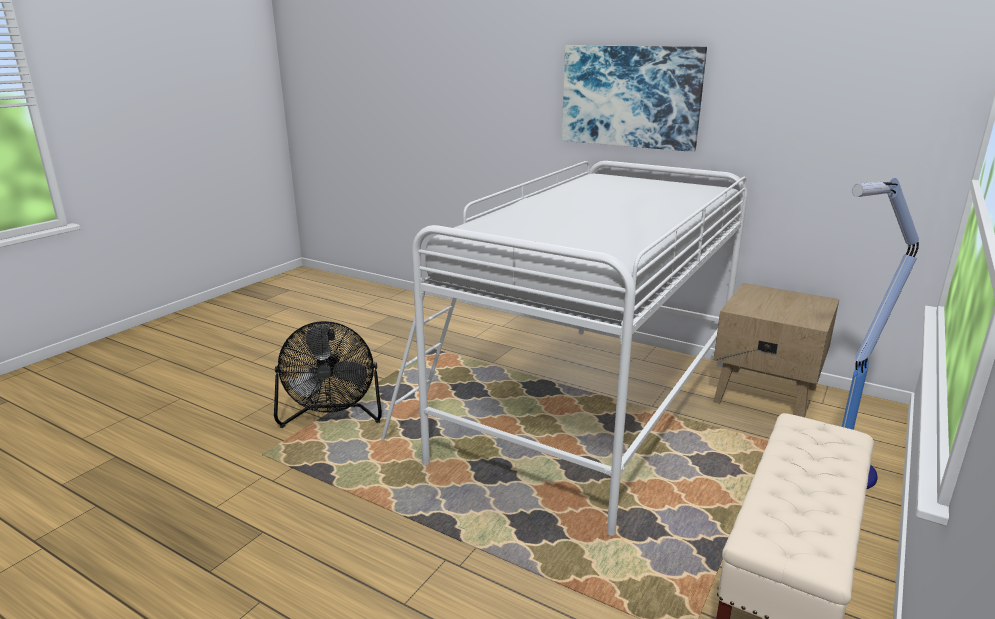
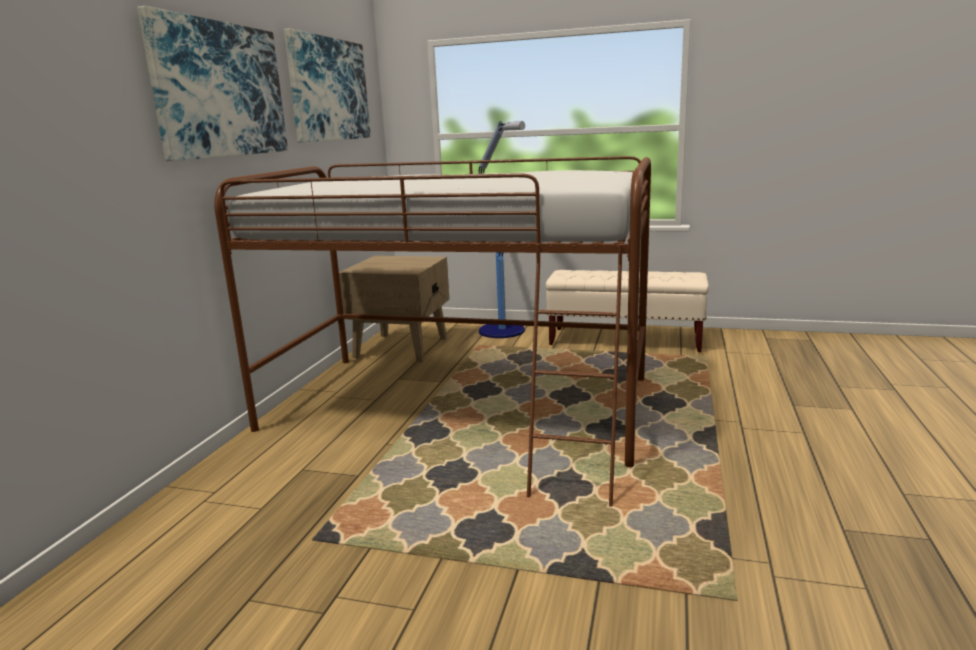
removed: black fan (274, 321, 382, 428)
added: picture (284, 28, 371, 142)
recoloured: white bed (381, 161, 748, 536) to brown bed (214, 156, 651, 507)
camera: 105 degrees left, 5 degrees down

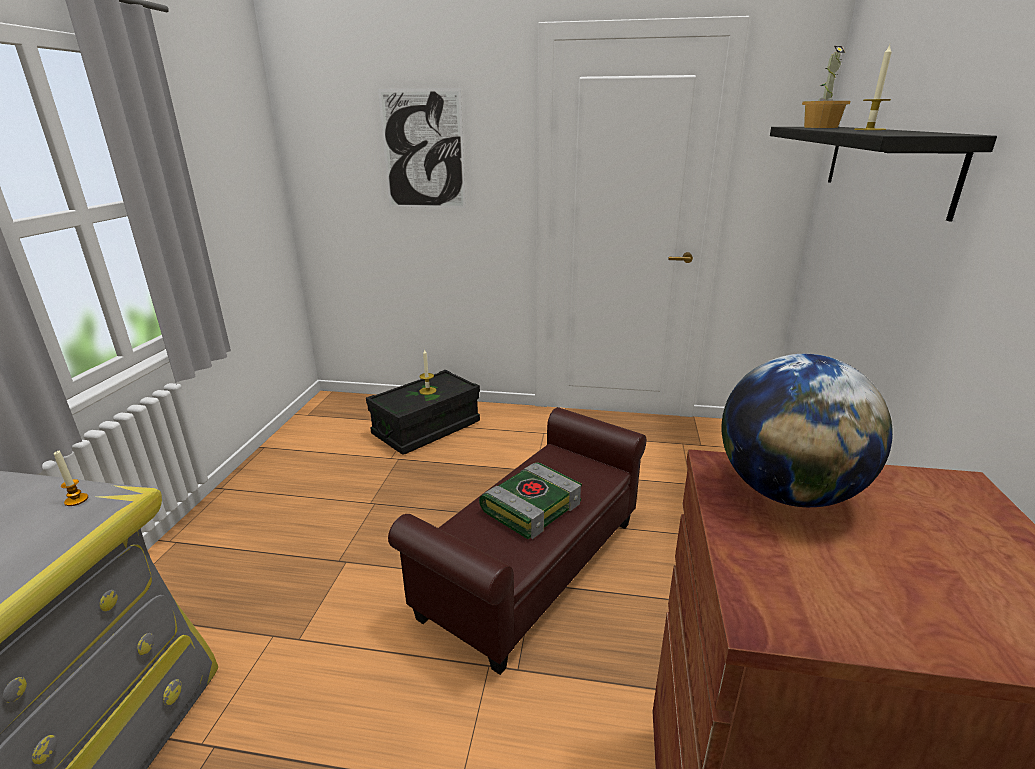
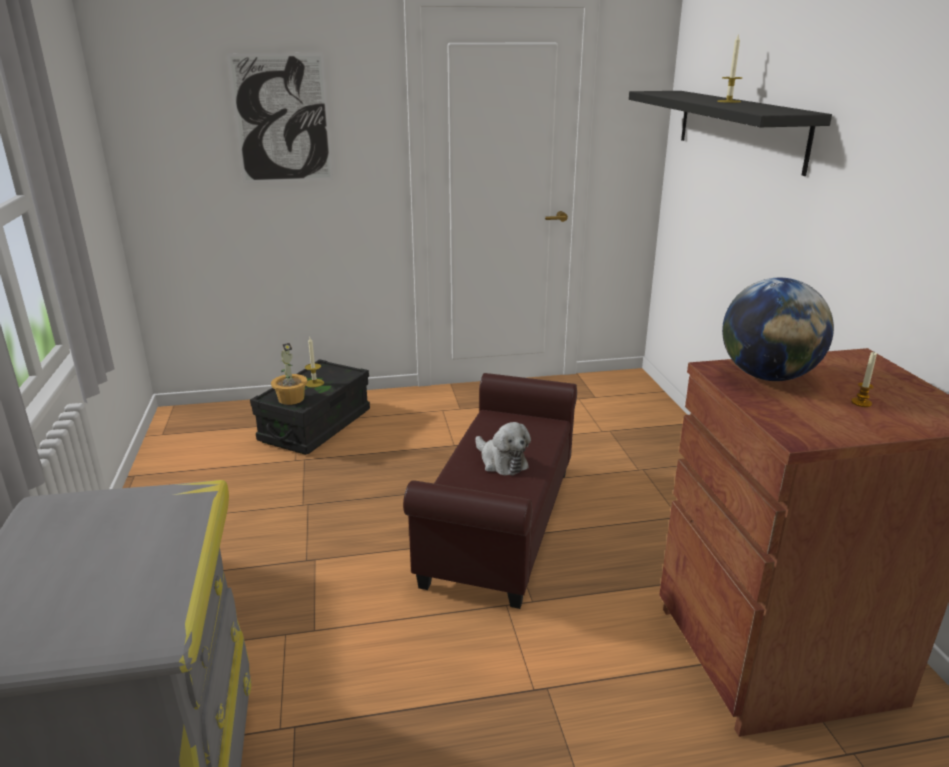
moved: candle (54, 451, 88, 506) to (851, 351, 877, 407); potted plant (802, 46, 850, 128) to (271, 343, 308, 405)
replaced: book (479, 462, 582, 539) to plush toy (475, 422, 531, 476)
camera: 20 degrees left, 0 degrees up

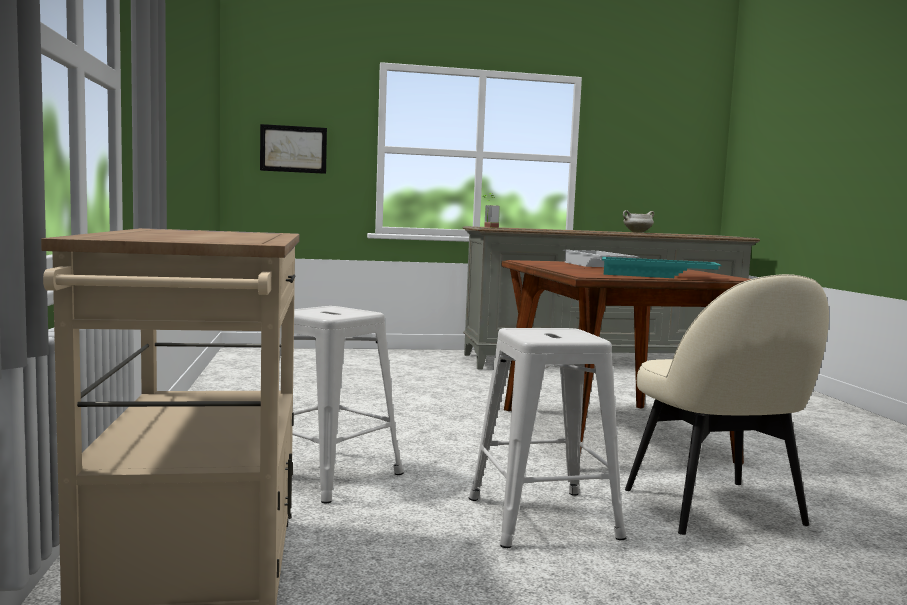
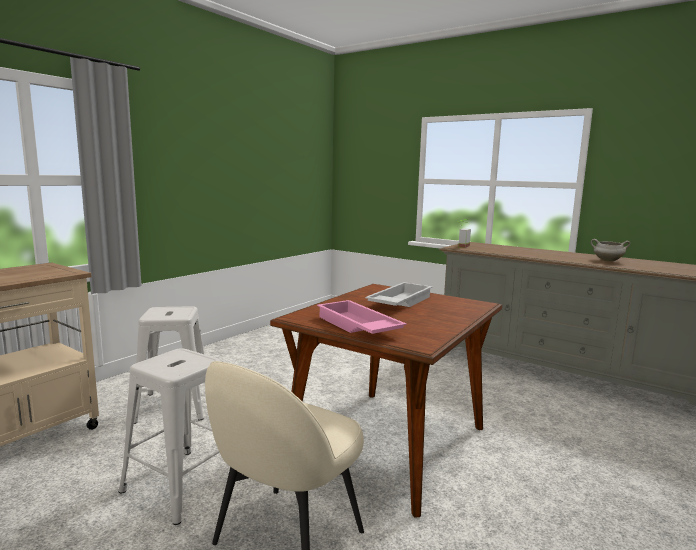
removed: picture (260, 124, 327, 174)
recoloured: turquoise tray (602, 257, 722, 278) to pink tray (317, 300, 407, 334)
camera: 45 degrees right, 5 degrees up

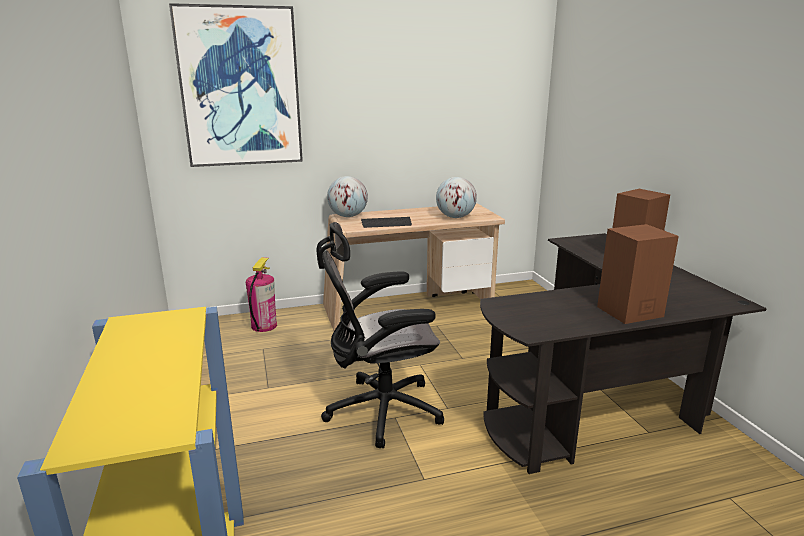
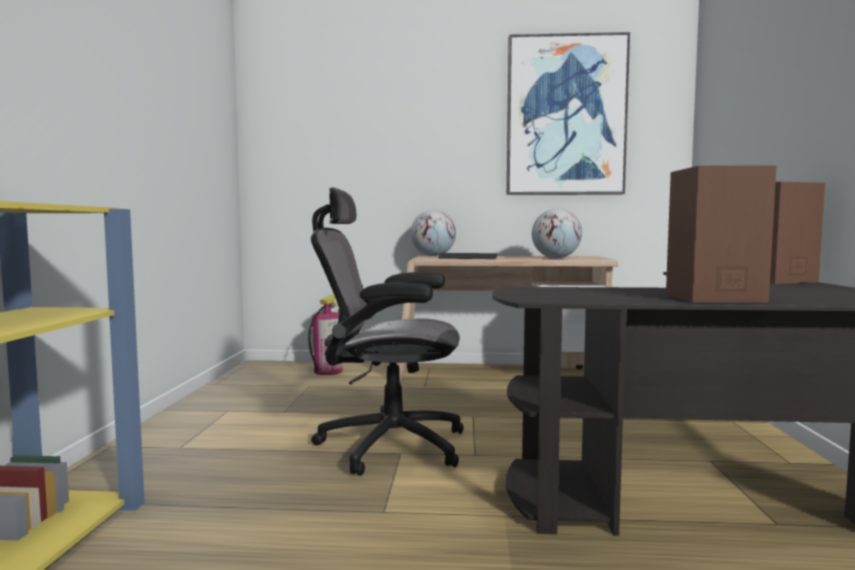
moved: picture (169, 3, 303, 167) to (507, 32, 630, 195)
camera: 20 degrees right, 15 degrees down

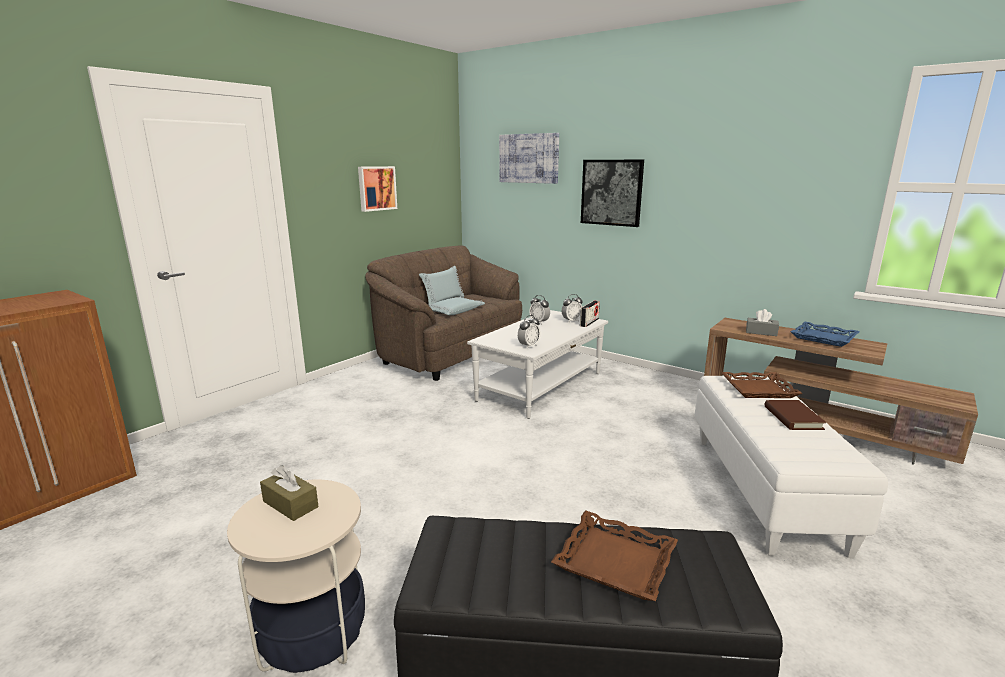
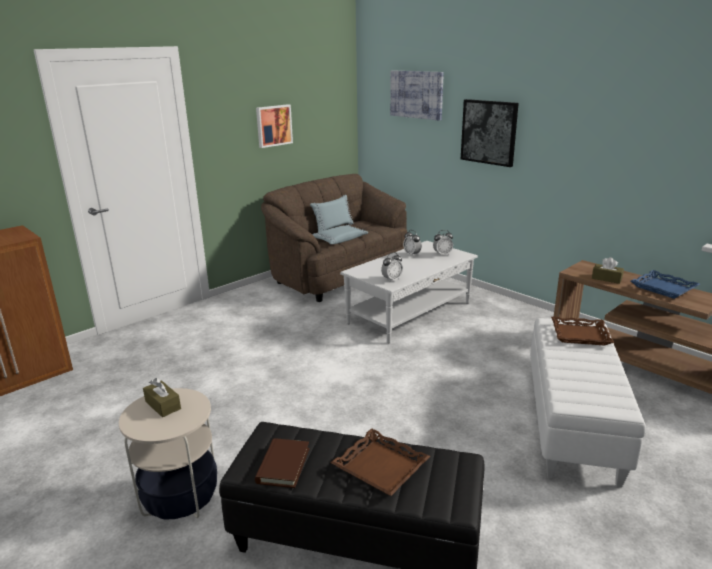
removed: radio (580, 300, 600, 327)
moved: brown book (765, 400, 826, 430) to (255, 438, 310, 488)
recoloured: grey tissue box (746, 309, 779, 336) to brown tissue box (592, 257, 624, 284)
camera: 10 degrees right, 5 degrees up

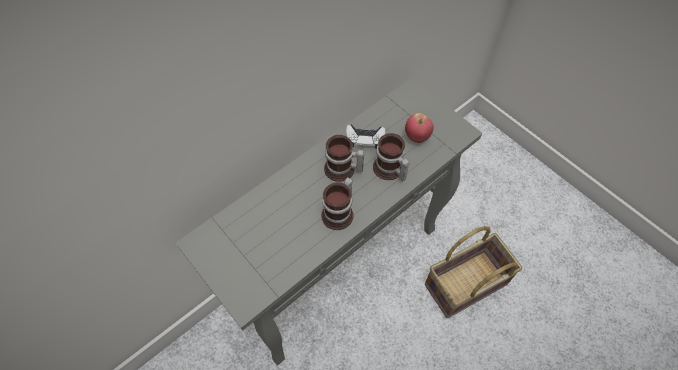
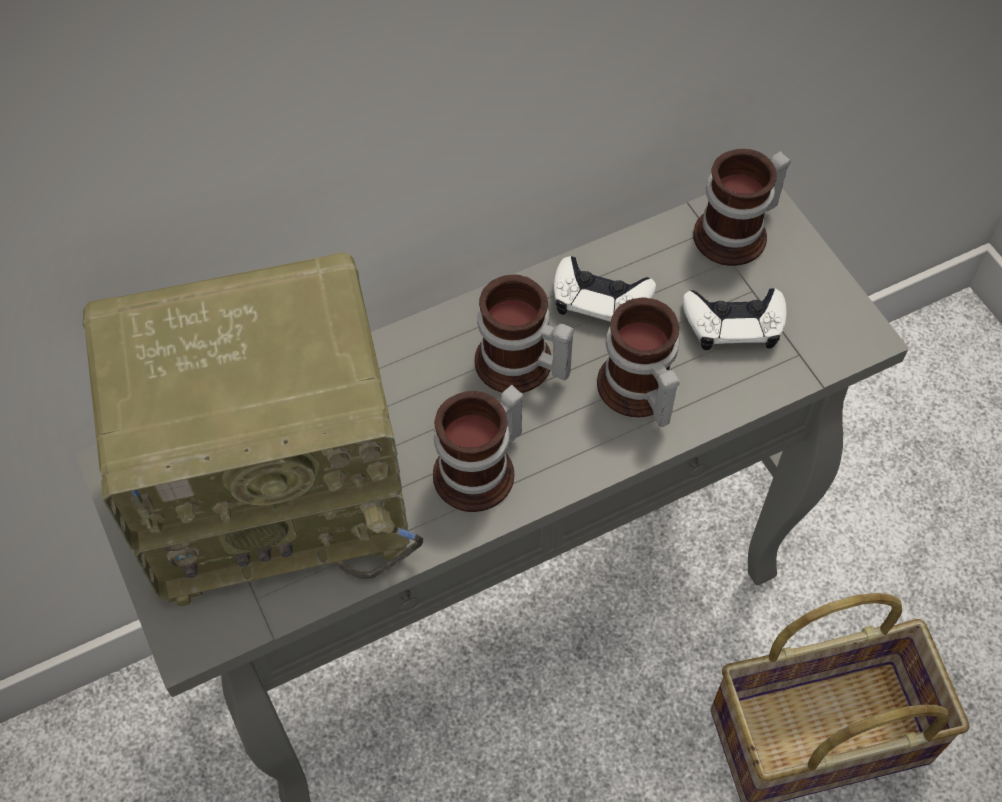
added: radio (82, 252, 423, 606); mug (693, 149, 791, 266)
replaced: apple (405, 113, 434, 143) to white game controller (683, 288, 787, 350)
camera: 15 degrees right, 0 degrees up

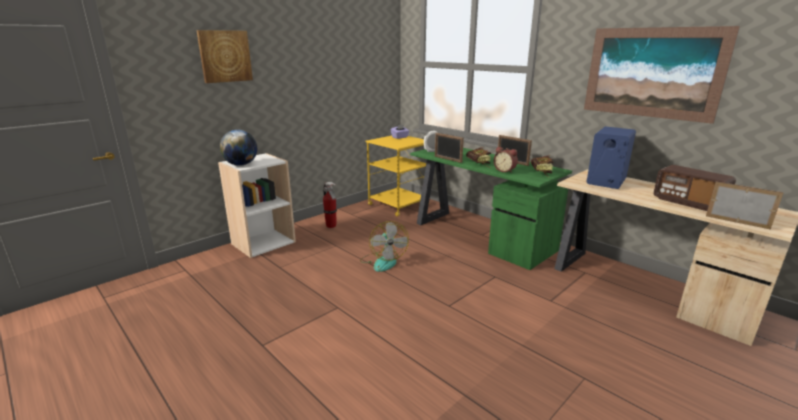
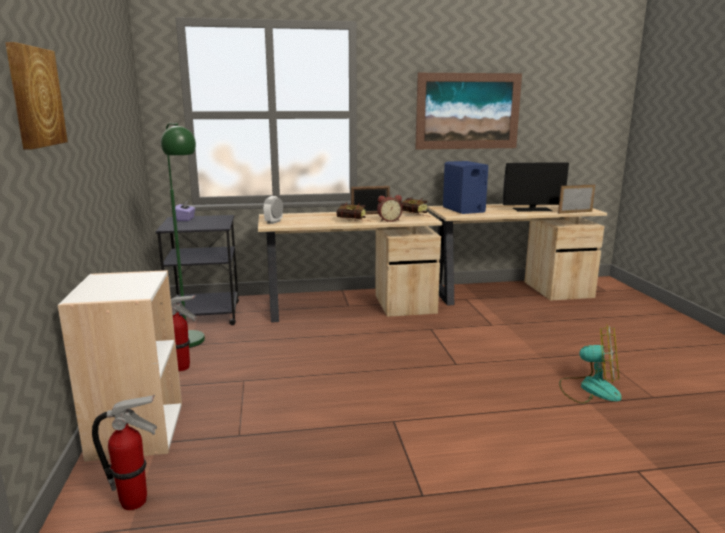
removed: globe (220, 130, 257, 166); picture frame (435, 133, 464, 163)
added: fire extinguisher (92, 395, 157, 510); green floor lamp (161, 123, 205, 348)
moved: fan (360, 221, 409, 272) to (559, 326, 622, 403)
replaced: radio (654, 165, 736, 211) to monitor (503, 163, 569, 212)
recoloured: yellow cart (365, 136, 426, 216) to black cart (155, 215, 239, 325); green desk (410, 148, 572, 270) to beige desk (258, 210, 442, 323)
camera: 55 degrees left, 5 degrees down

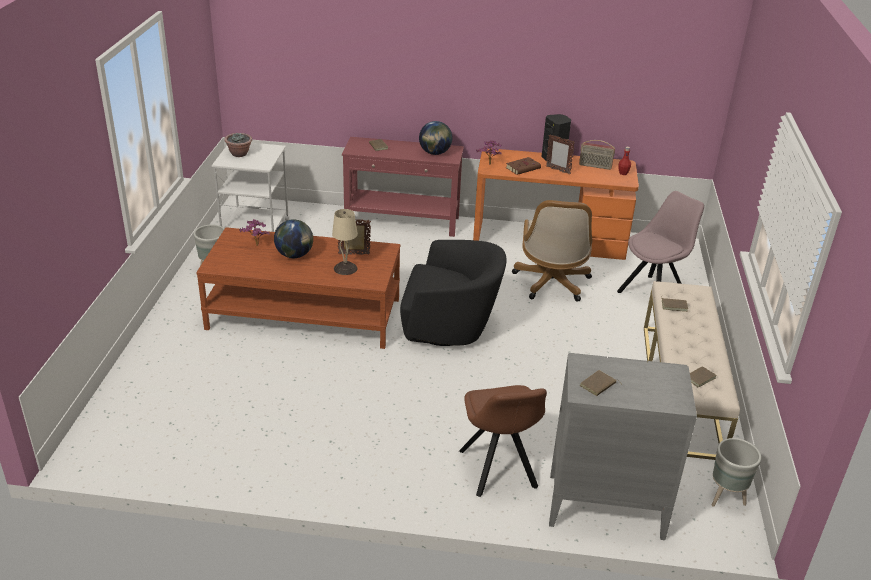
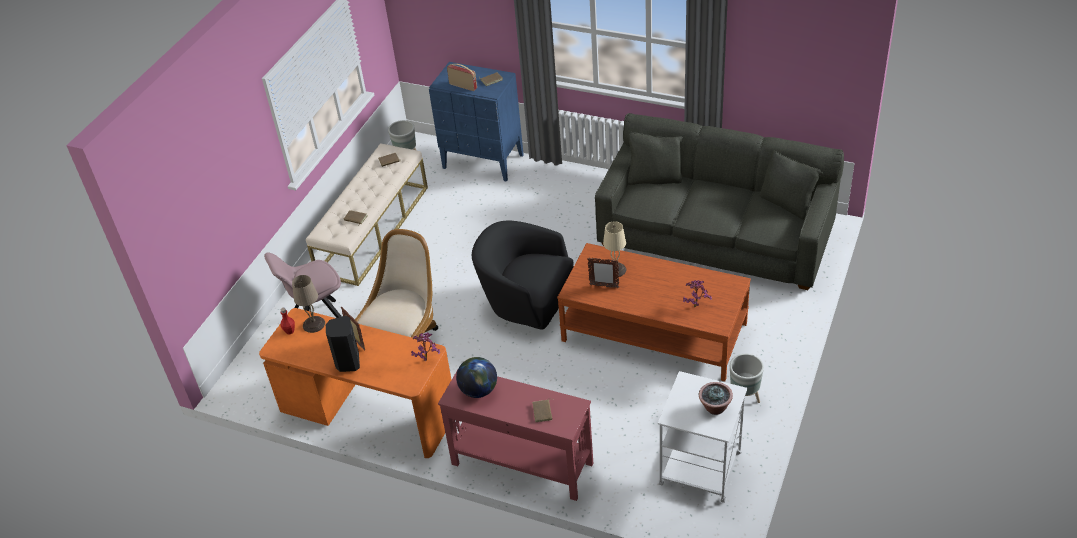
removed: globe (274, 219, 313, 258); brown chair (459, 385, 547, 497); brown book (506, 157, 541, 175)
added: beige table lamp (292, 275, 325, 333); grey sofa (595, 113, 844, 290)
moved: radio (579, 140, 615, 170) to (447, 64, 477, 91)
recoloured: grey dresser (549, 353, 697, 540) to blue dresser (429, 62, 524, 182)
camera: 160 degrees left, 10 degrees up

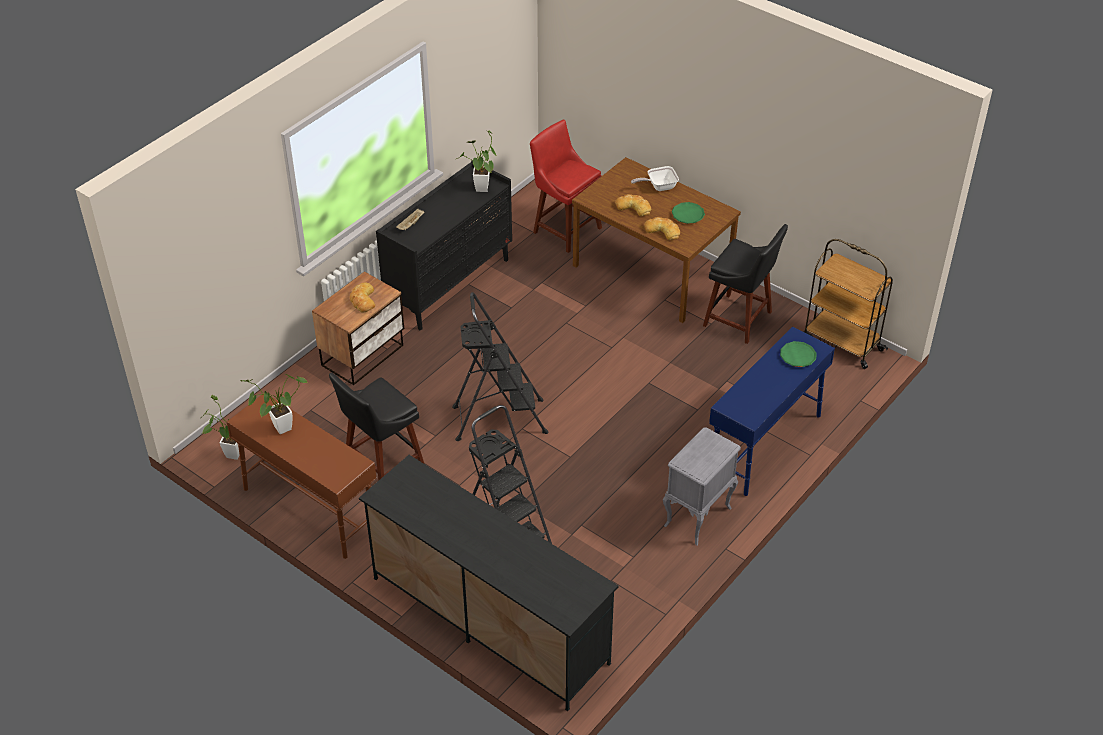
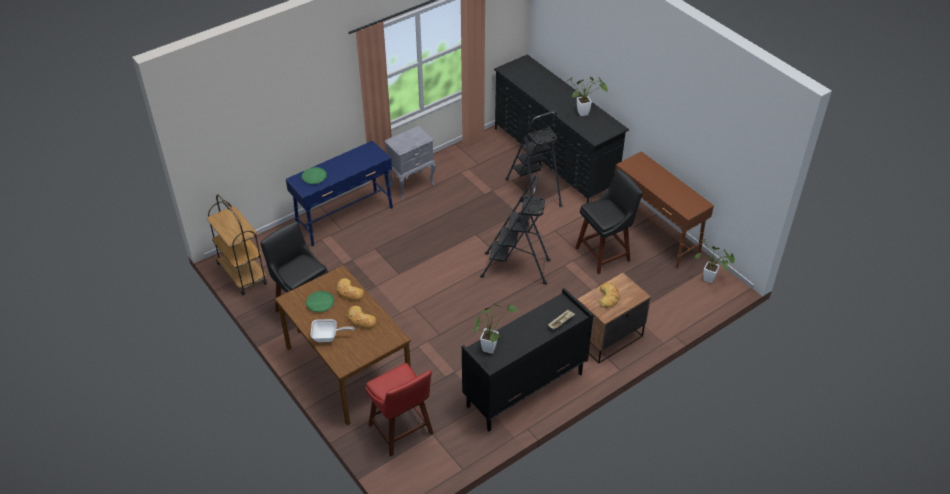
moved: potted plant (240, 374, 307, 434) to (567, 76, 608, 116)
camera: 165 degrees left, 0 degrees up

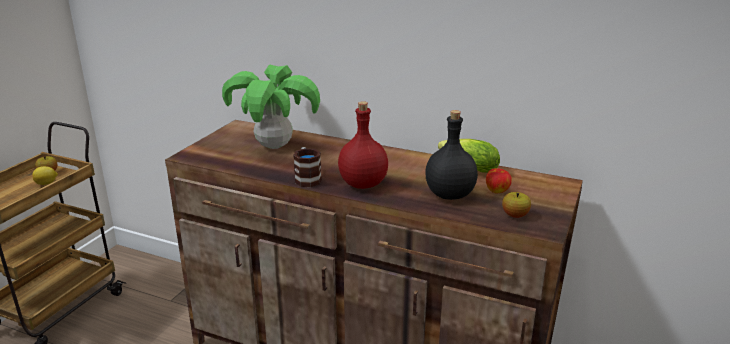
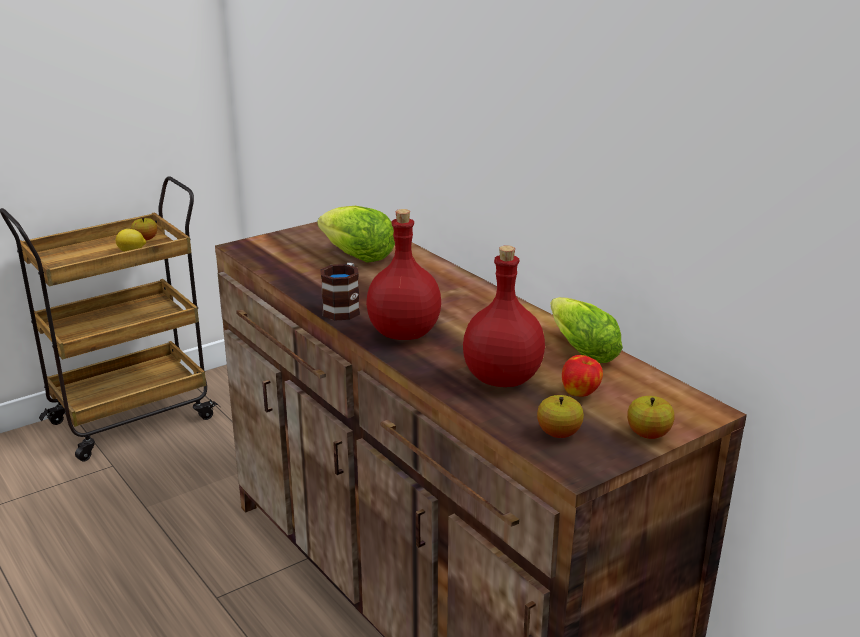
added: apple (627, 396, 675, 439)
replaced: potted plant (222, 65, 320, 149) to lettuce (318, 206, 395, 263)
recoloured: black bottle (425, 110, 478, 200) to red bottle (463, 245, 545, 387)
camera: 30 degrees right, 0 degrees up

